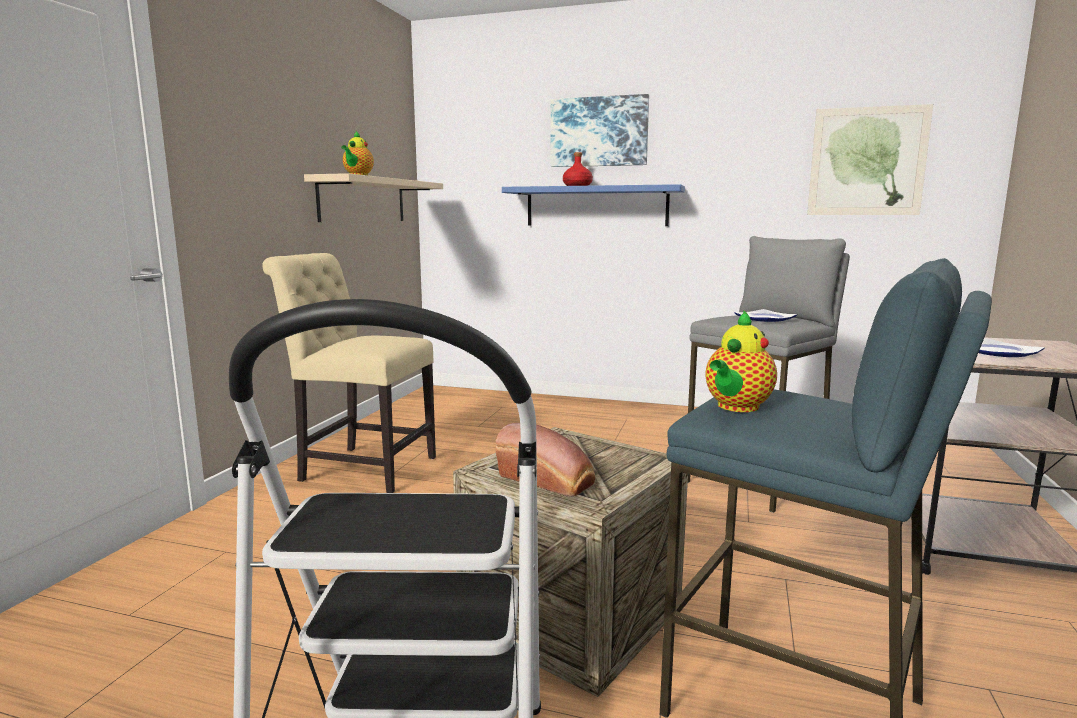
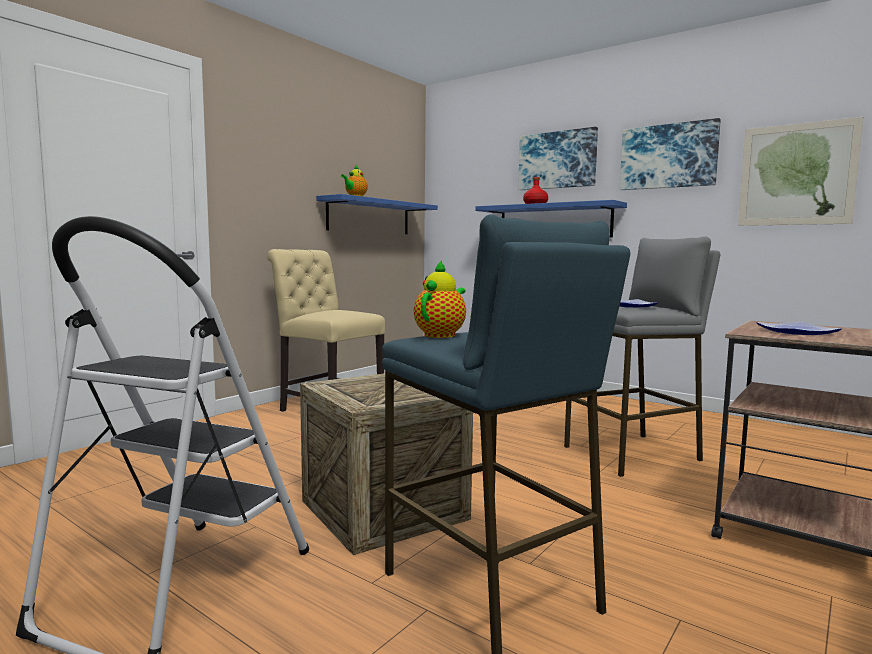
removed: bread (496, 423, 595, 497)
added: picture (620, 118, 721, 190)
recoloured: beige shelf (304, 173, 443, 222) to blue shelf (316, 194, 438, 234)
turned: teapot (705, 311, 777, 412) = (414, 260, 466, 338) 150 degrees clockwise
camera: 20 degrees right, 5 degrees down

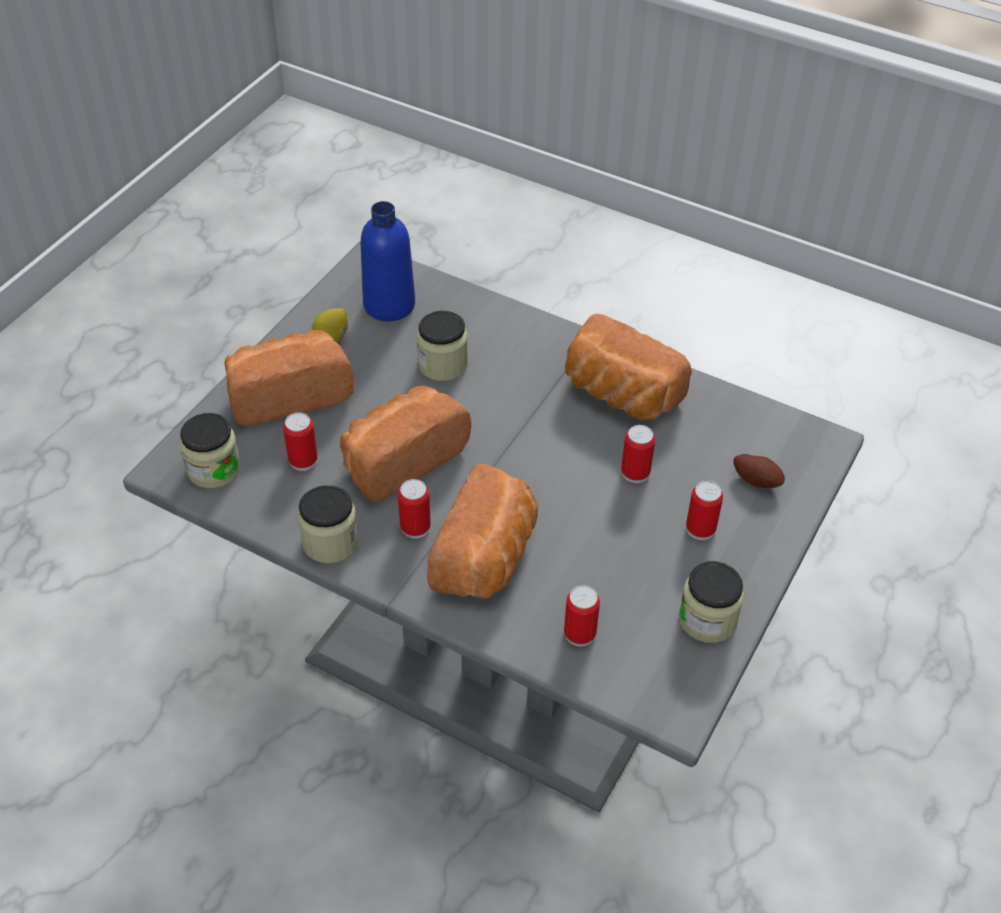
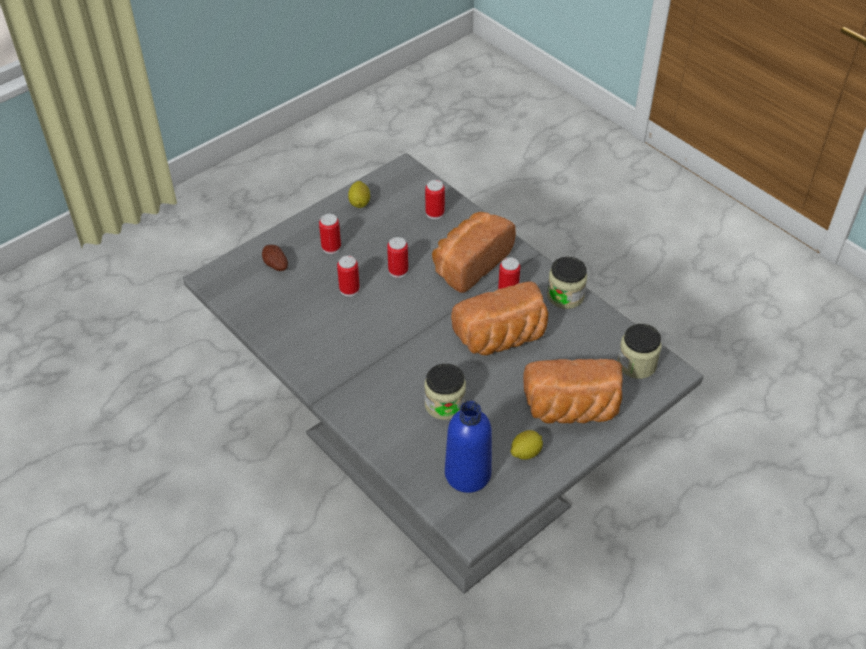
removed: bread (565, 314, 692, 420)
moved: can (283, 413, 318, 471) to (387, 237, 408, 278)
replaced: jar (679, 561, 744, 643) to lemon (348, 181, 371, 208)
camera: 160 degrees left, 0 degrees up

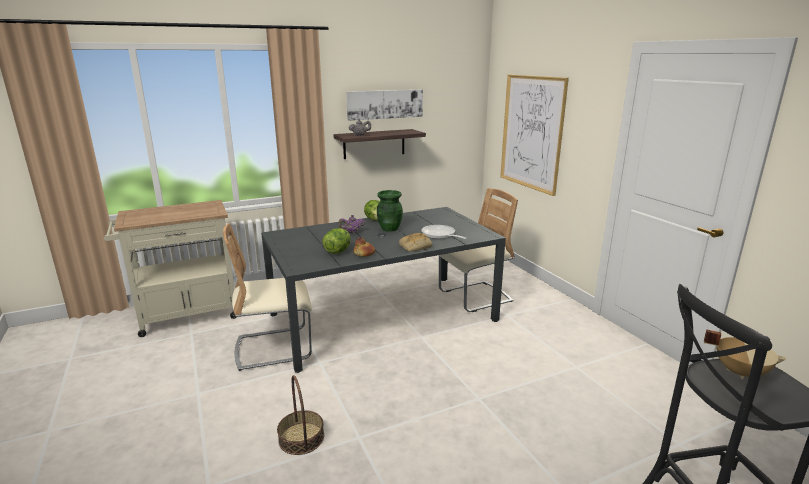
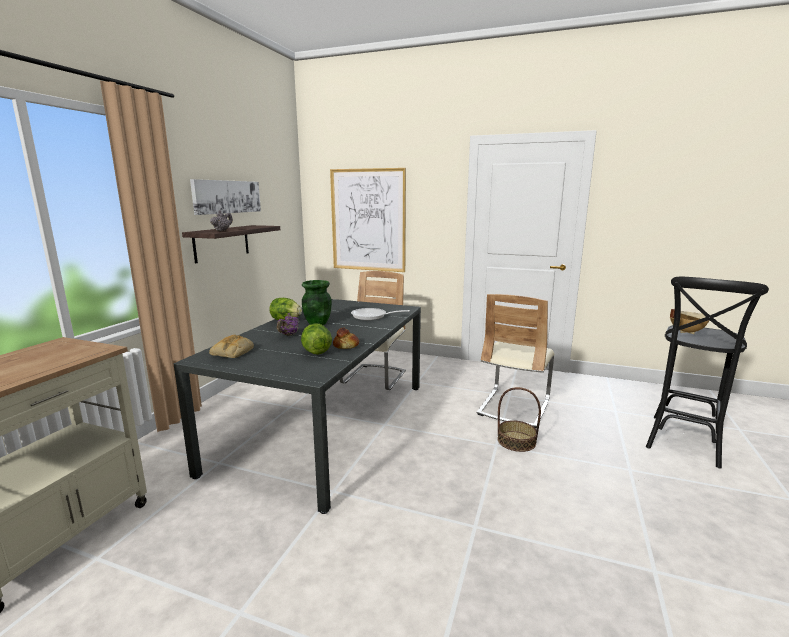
moved: beige chair (223, 223, 312, 371) to (477, 294, 554, 428); basket (277, 375, 324, 455) to (497, 387, 541, 452); bread (399, 233, 432, 251) to (209, 335, 254, 358)
camera: 45 degrees left, 5 degrees down

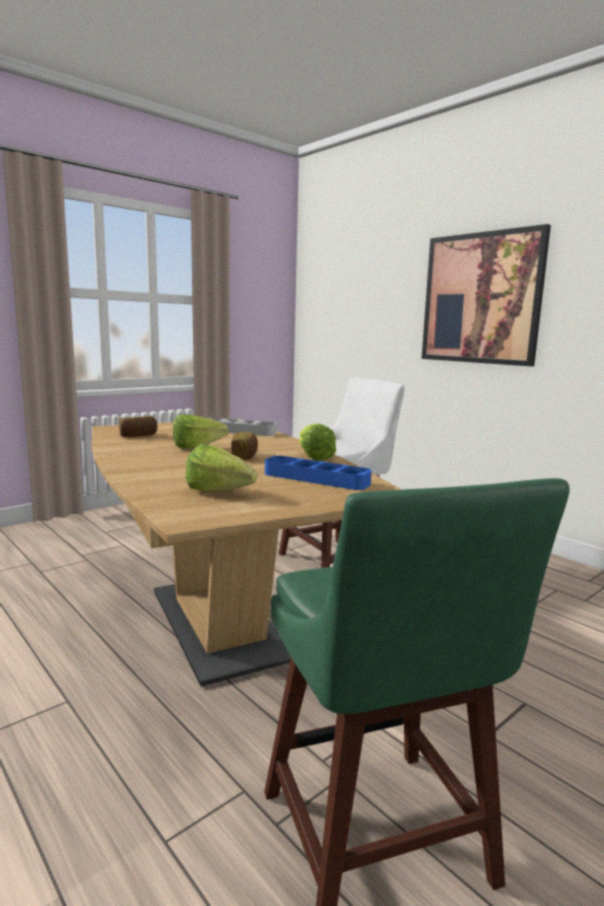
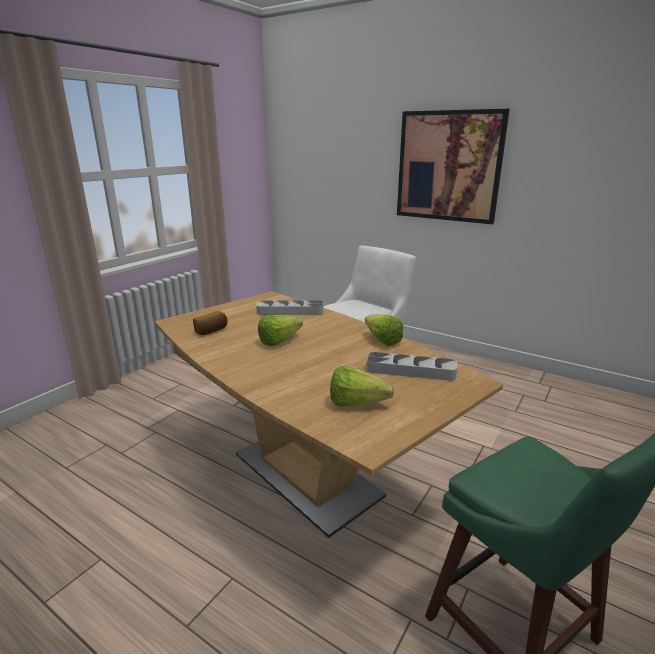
removed: bread (231, 432, 258, 460)
recoloured: blue tray (265, 456, 371, 490) to grey tray (366, 352, 457, 381)
camera: 15 degrees left, 10 degrees up

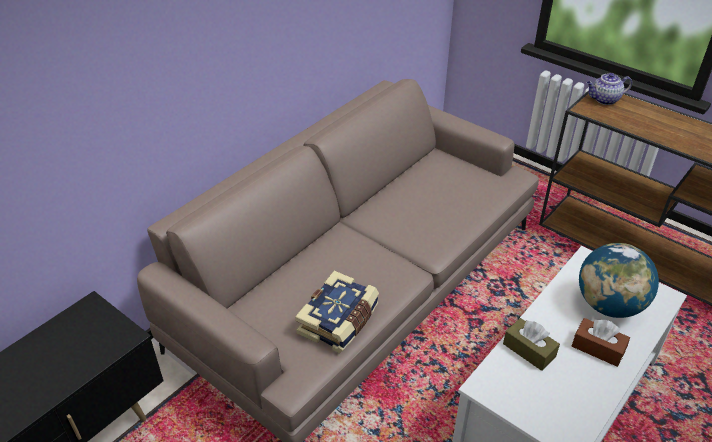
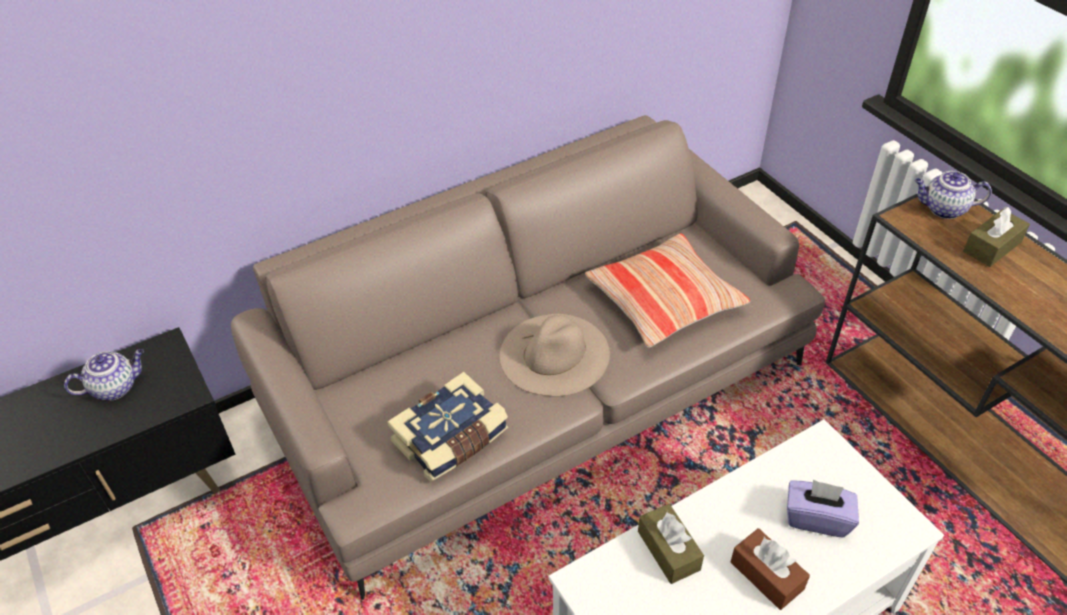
added: teapot (64, 349, 144, 401); beige hat (500, 314, 610, 397); pillow (585, 233, 750, 348); brown tissue box (963, 207, 1030, 267)
replaced: globe (579, 243, 659, 318) to purple tissue box (787, 480, 859, 537)
camera: 20 degrees right, 5 degrees up

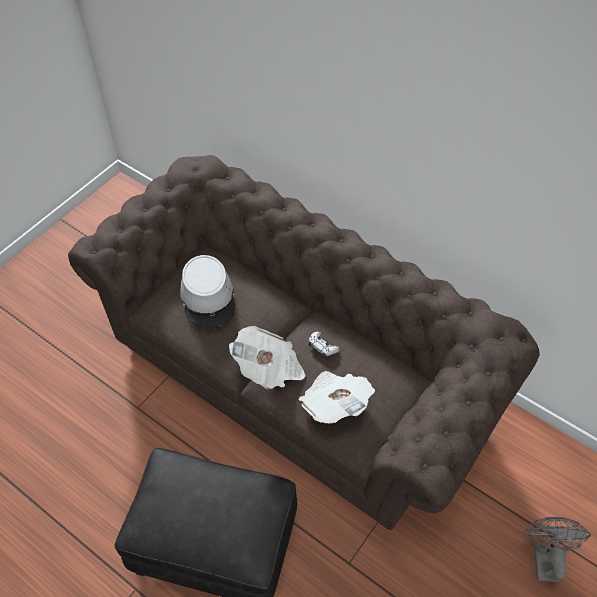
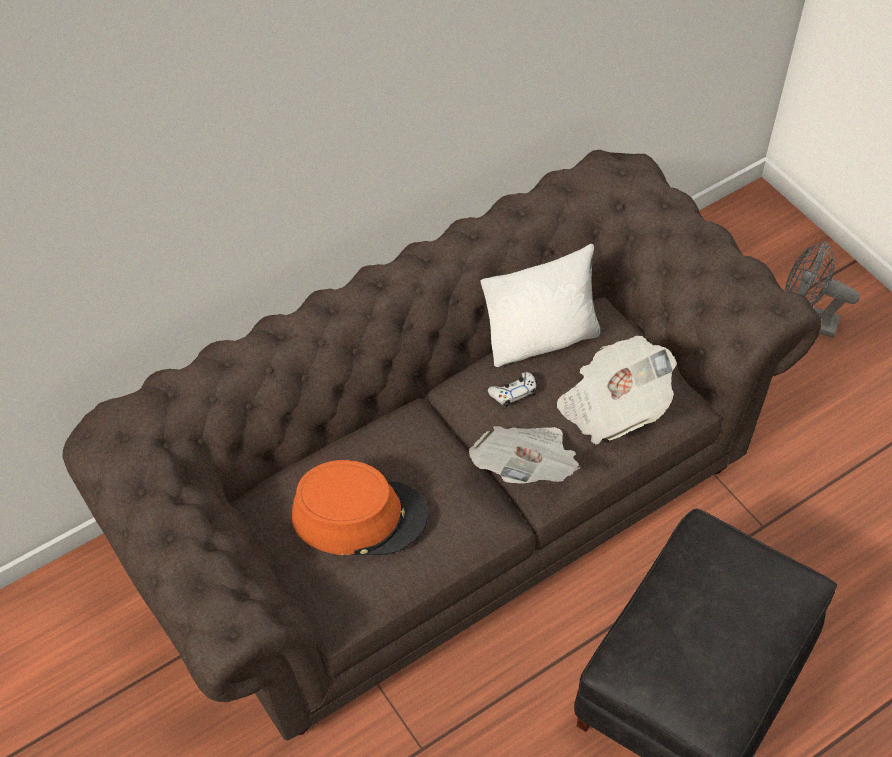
added: white pillow (480, 244, 601, 367)
recoloured: grey hat (180, 255, 236, 328) to orange hat (292, 460, 428, 555)
camera: 70 degrees left, 0 degrees up

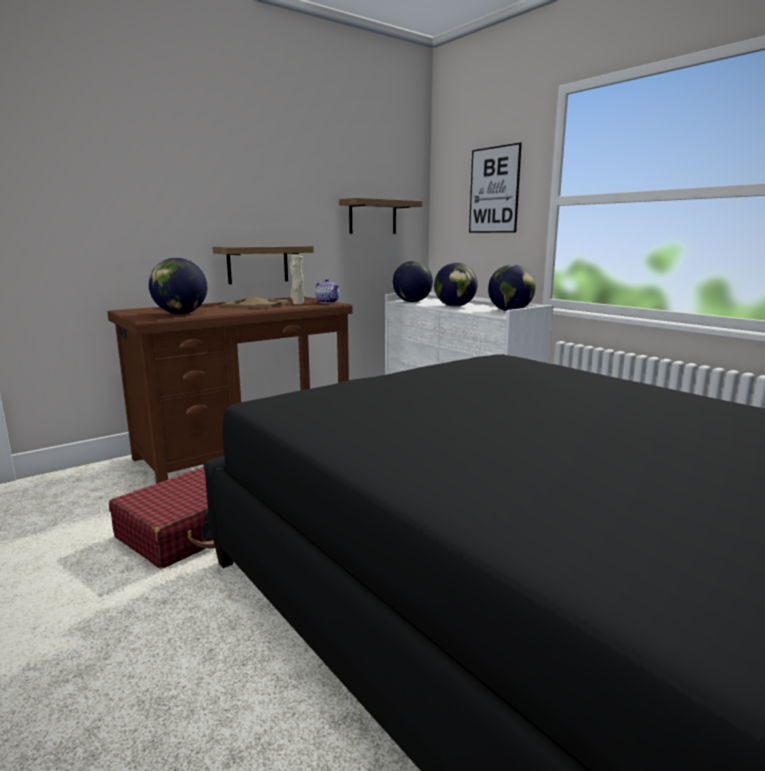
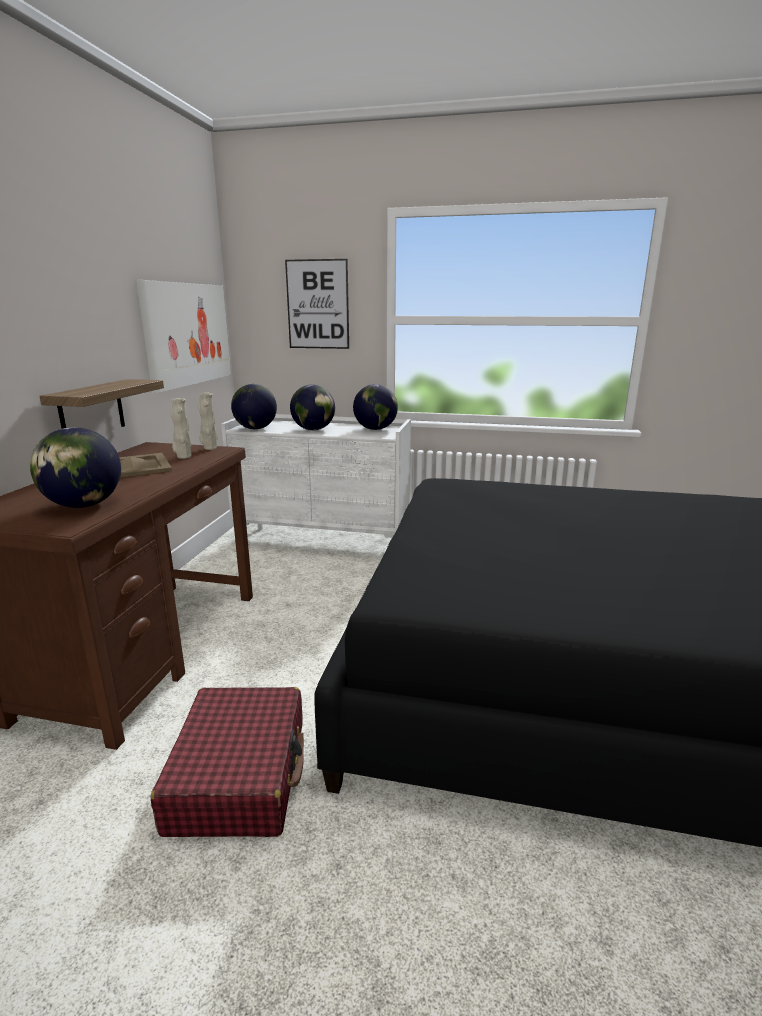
replaced: teapot (315, 279, 339, 303) to beige vase (198, 392, 218, 450); shelf (339, 198, 422, 234) to picture (136, 280, 231, 393)
camera: 40 degrees left, 5 degrees up

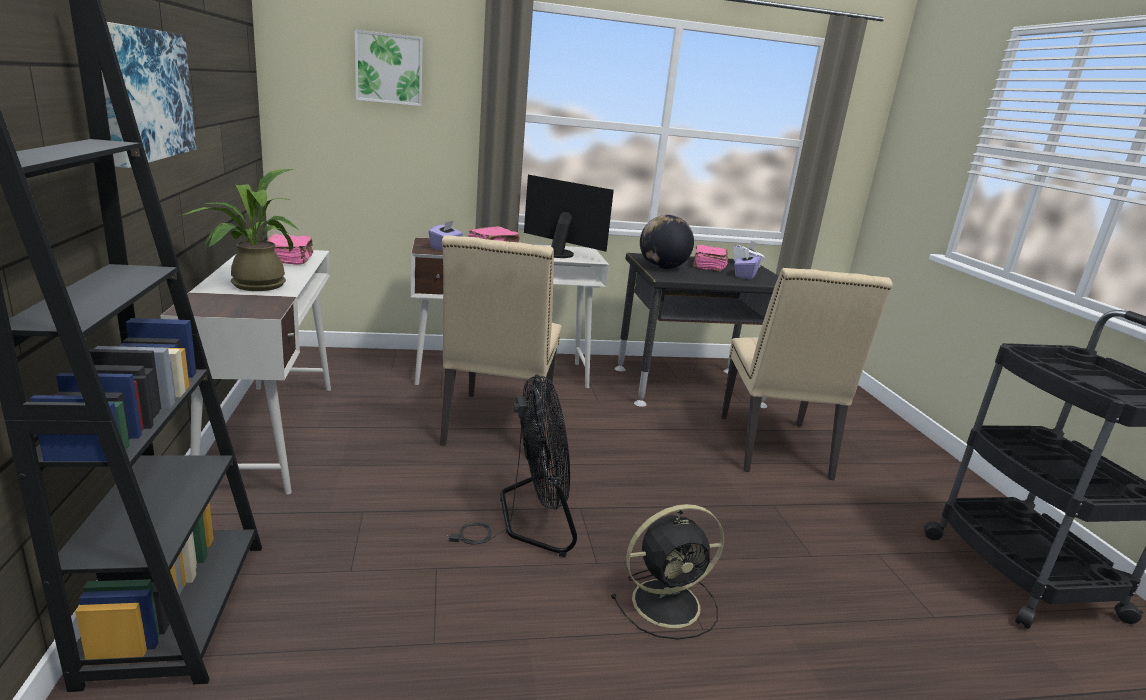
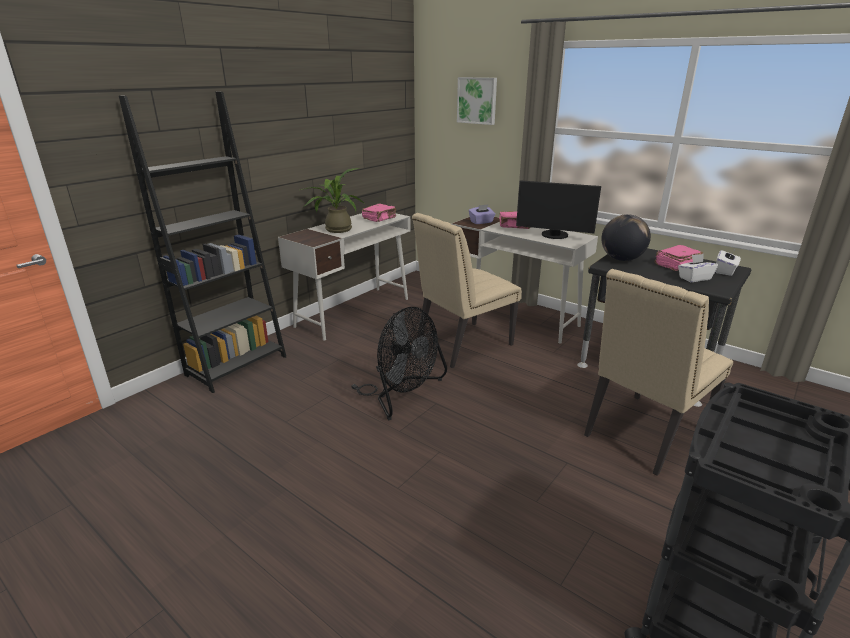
removed: picture (101, 22, 196, 168); black fan (611, 504, 724, 640)
recoloured: purple tissue box (734, 249, 761, 279) to white tissue box (678, 254, 718, 282)
turned: monitor (524, 175, 614, 258) = (516, 180, 601, 239) 120 degrees clockwise
camera: 50 degrees right, 5 degrees up

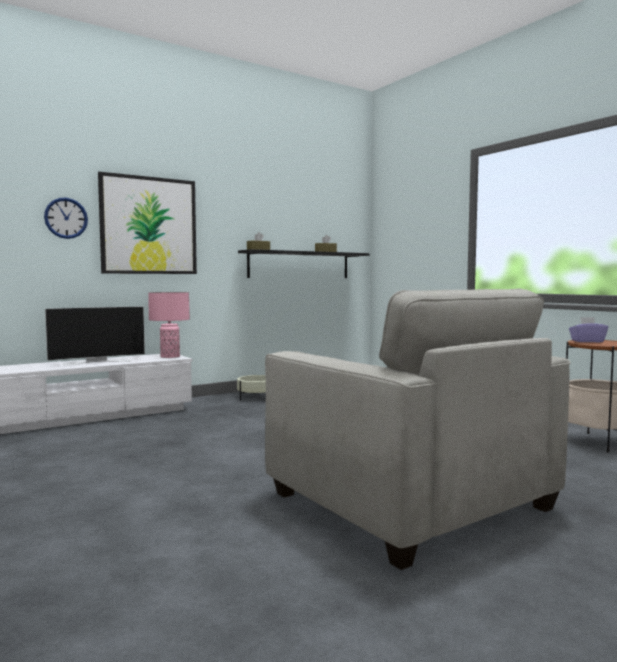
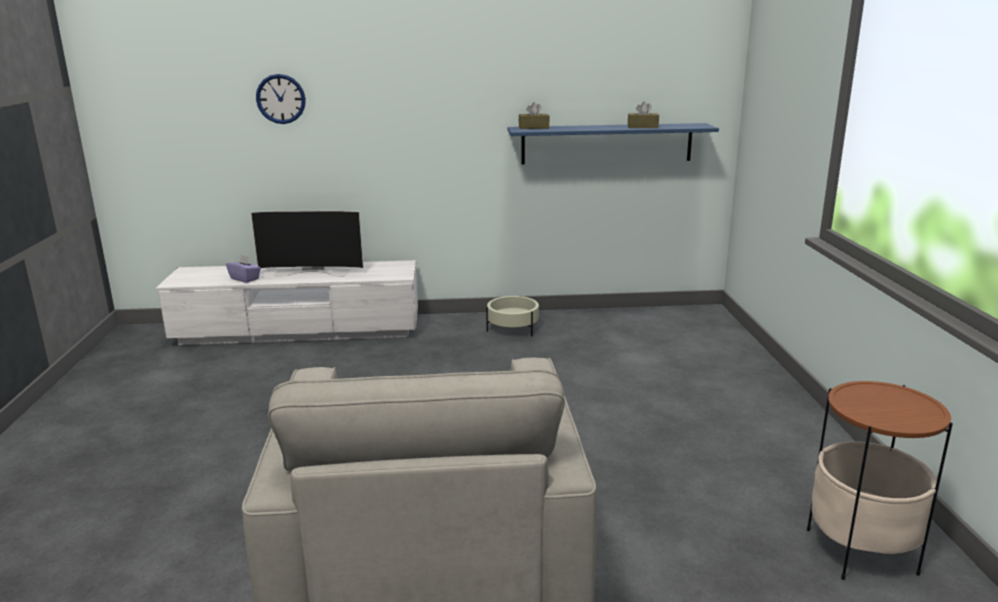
removed: picture (98, 172, 197, 274); pink table lamp (148, 292, 190, 358)
moved: purple tissue box (569, 317, 608, 342) to (226, 255, 261, 283)
recoloured: black shelf (238, 249, 369, 278) to blue shelf (507, 123, 719, 164)
camera: 30 degrees right, 15 degrees up

